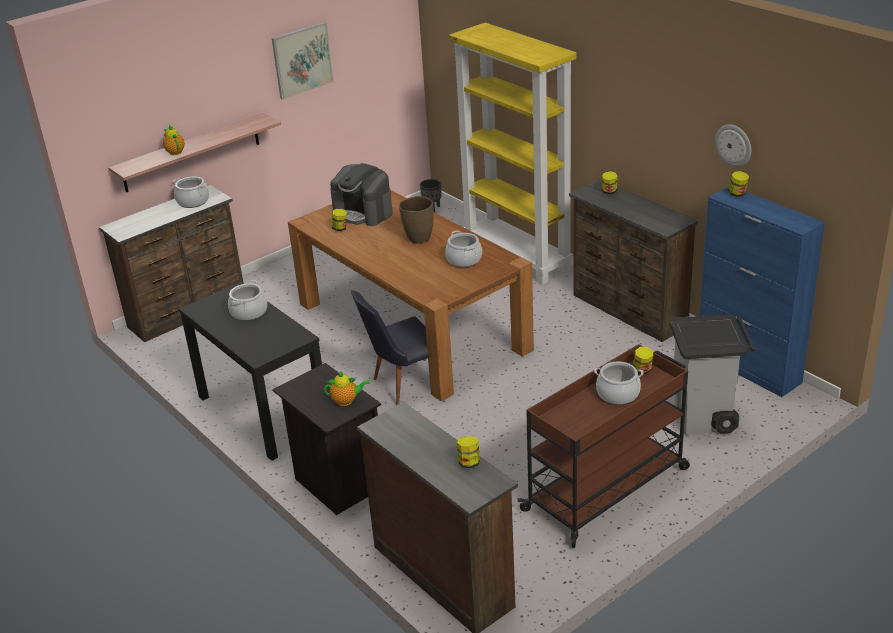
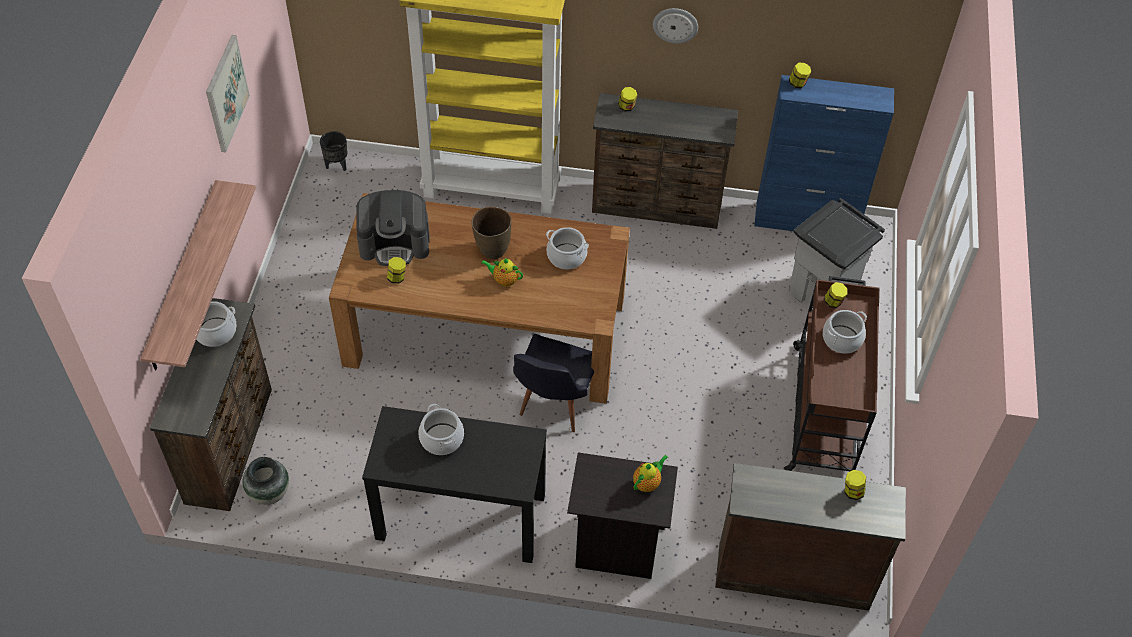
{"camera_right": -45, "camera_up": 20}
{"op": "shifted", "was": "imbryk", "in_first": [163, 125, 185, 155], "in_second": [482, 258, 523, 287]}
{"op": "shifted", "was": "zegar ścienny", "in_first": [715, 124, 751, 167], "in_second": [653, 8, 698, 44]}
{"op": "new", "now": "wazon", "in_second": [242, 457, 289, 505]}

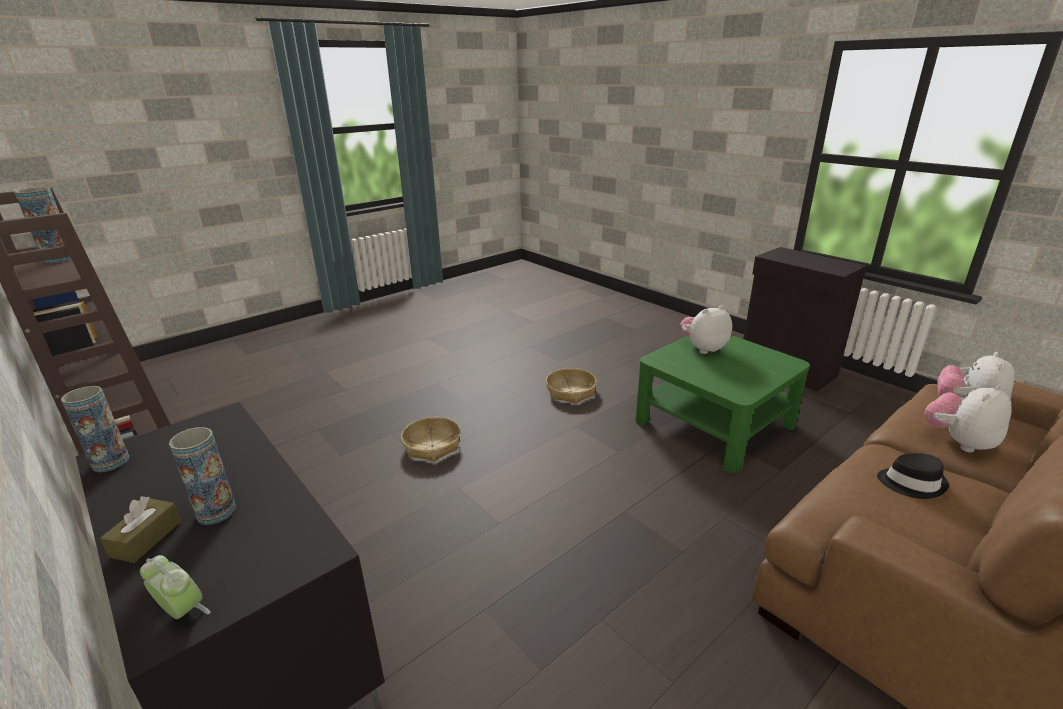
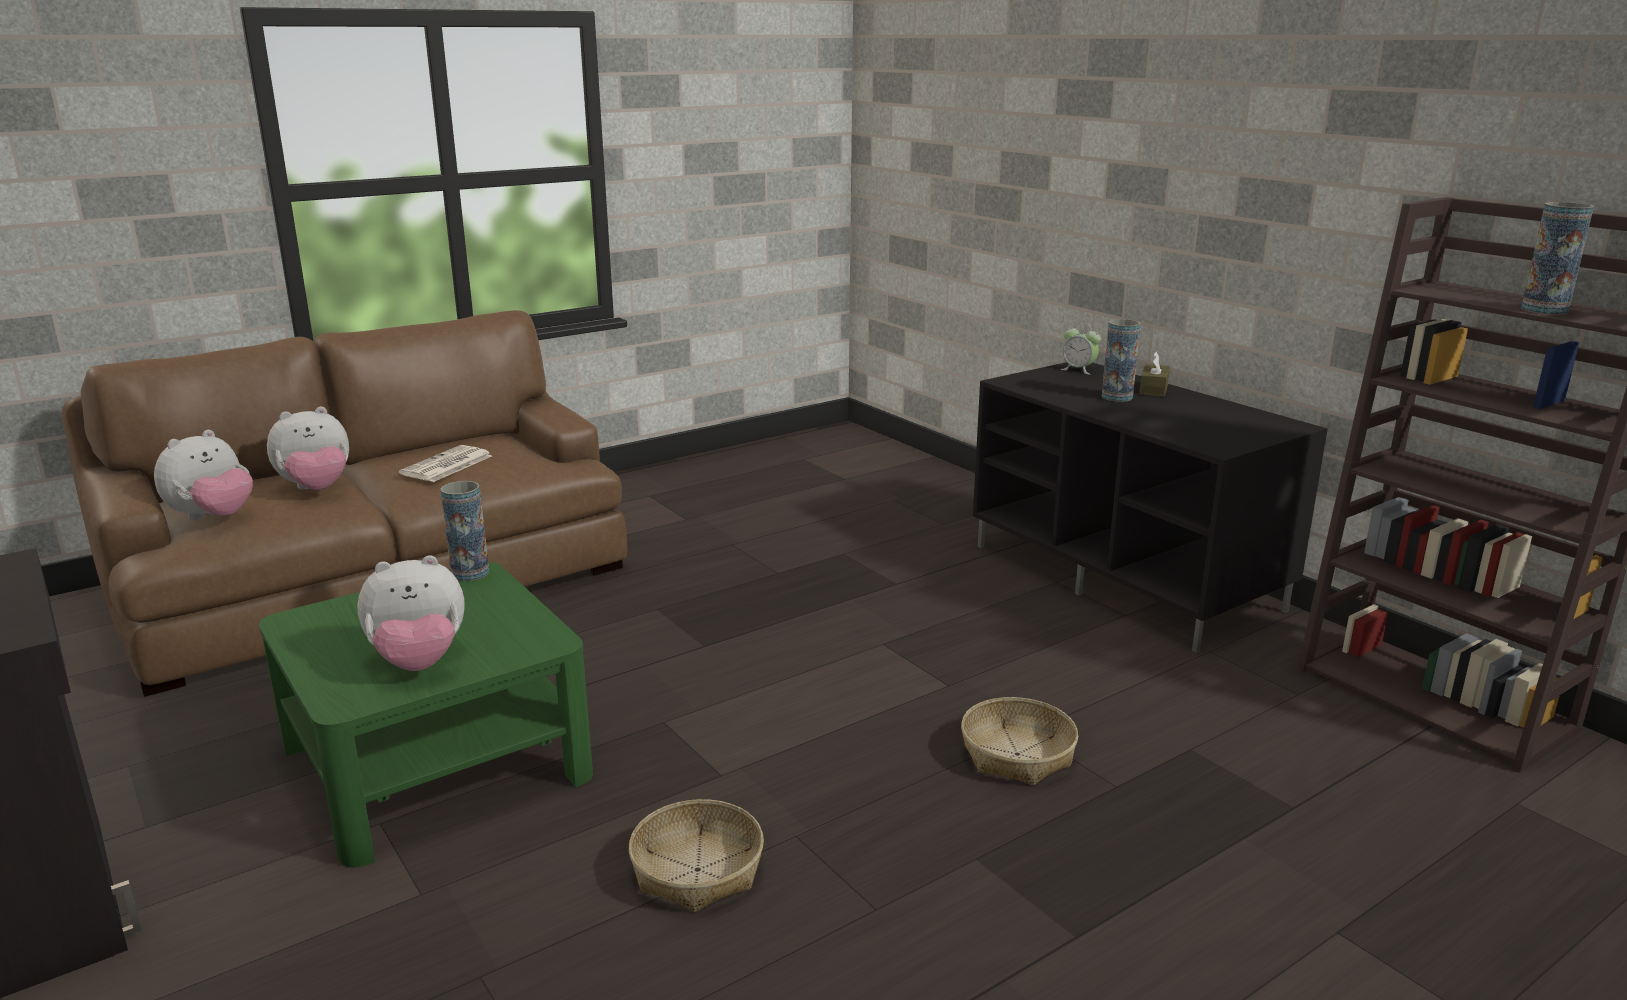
{"camera_right": -175, "camera_up": -5}
{"op": "shifted", "was": "wazon", "in_first": [61, 386, 129, 472], "in_second": [440, 481, 489, 581]}
{"op": "swapped", "was": "kapelusz [czarny]", "now": "gazeta", "in_first": [877, 453, 949, 499], "in_second": [399, 445, 492, 482]}

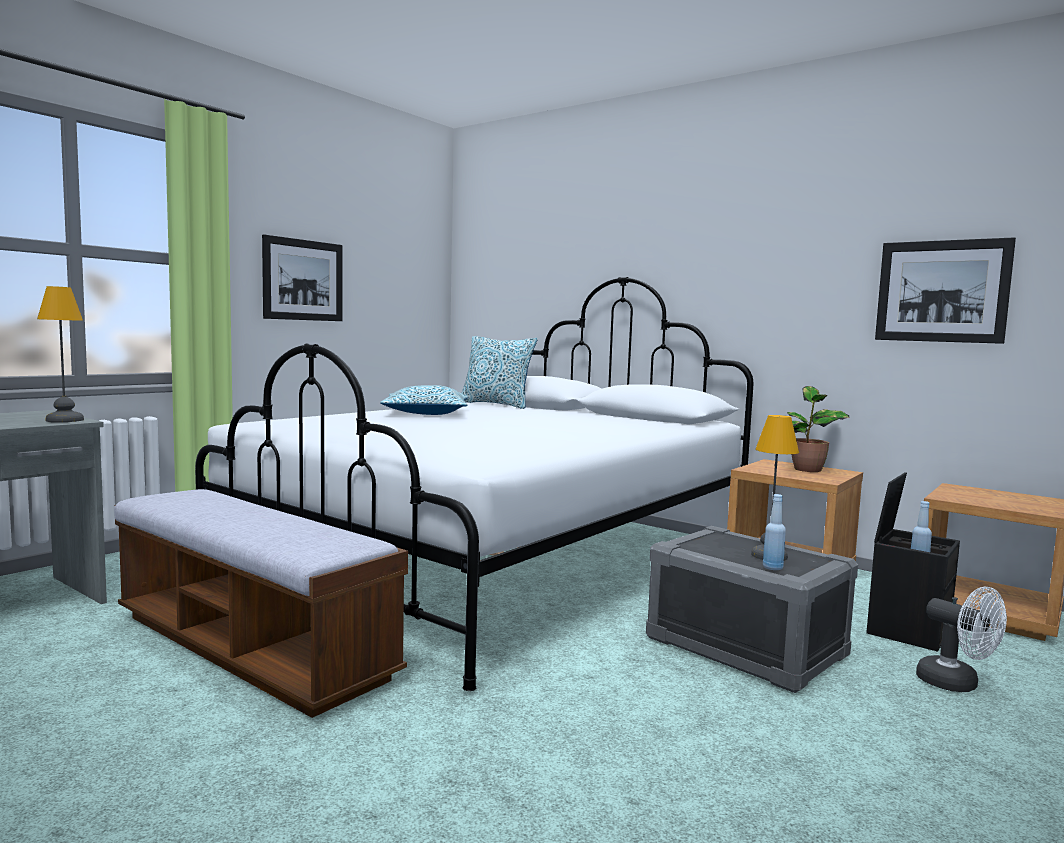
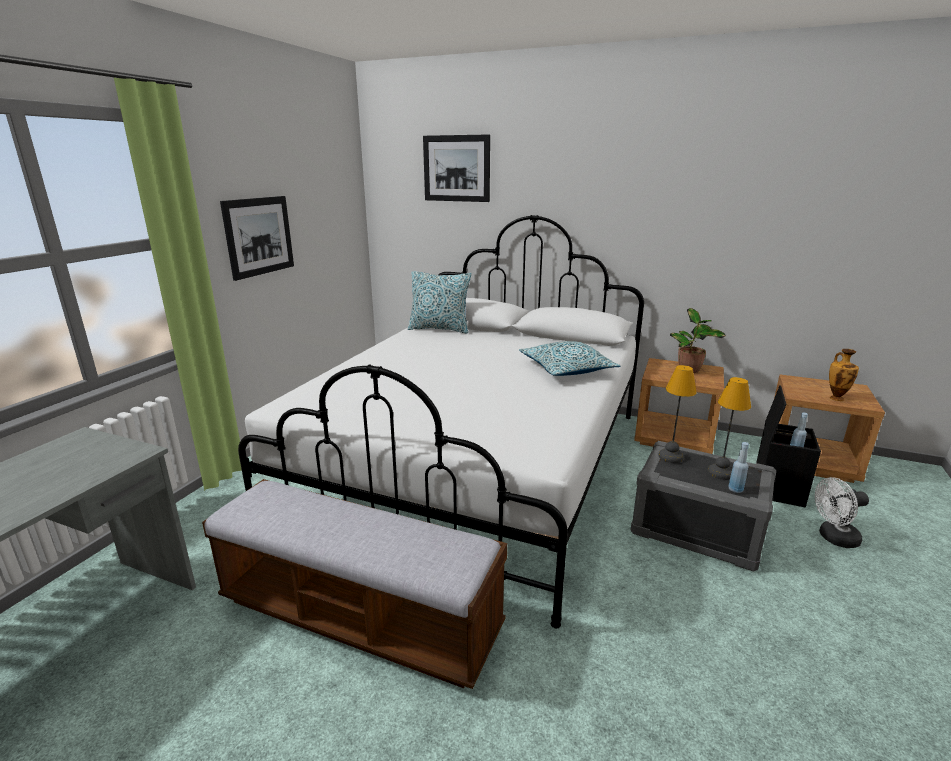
{"camera_right": -15, "camera_up": 15}
{"op": "shifted", "was": "lampa stołowa", "in_first": [37, 286, 84, 422], "in_second": [658, 365, 697, 463]}
{"op": "shifted", "was": "poduszka", "in_first": [380, 385, 468, 415], "in_second": [519, 341, 620, 376]}
{"op": "shifted", "was": "obraz", "in_first": [875, 237, 1016, 344], "in_second": [423, 134, 490, 202]}
{"op": "rotated", "was": "wentylator [biały]", "in_first": [916, 587, 1007, 692], "in_second": [815, 477, 869, 548], "clockwise": 135}
{"op": "new", "now": "wazon", "in_second": [829, 349, 859, 401]}

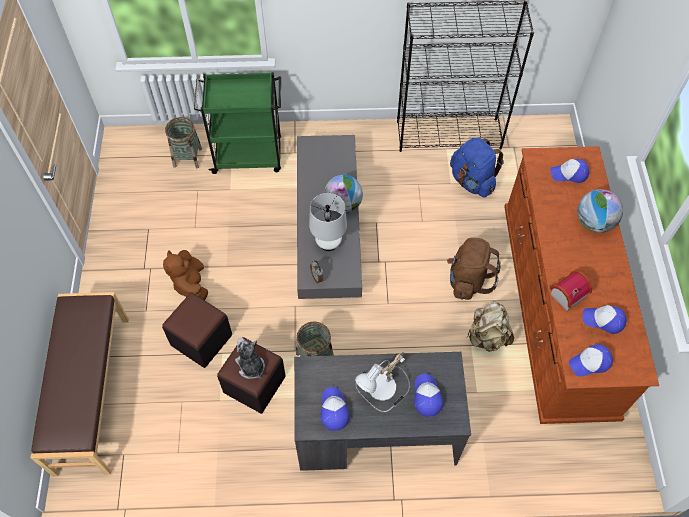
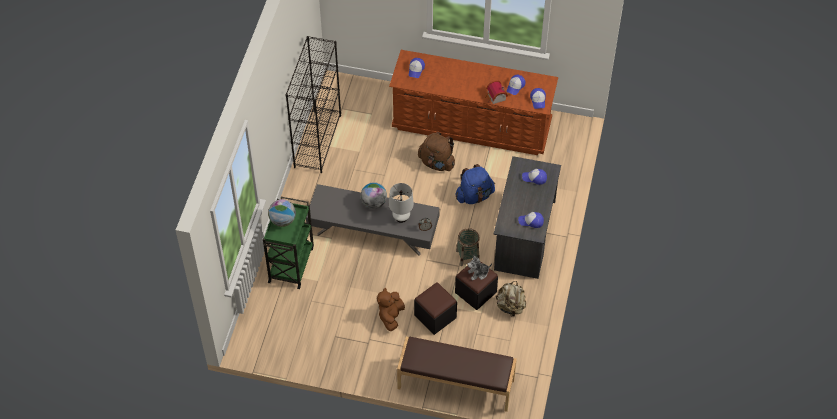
{"camera_right": -75, "camera_up": -5}
{"op": "rotated", "was": "pluszak [brązowy]", "in_first": [163, 250, 208, 300], "in_second": [377, 288, 405, 331], "clockwise": 105}
{"op": "gone", "was": "koszyk", "in_first": [165, 117, 202, 168]}
{"op": "gone", "was": "lampa stołowa", "in_first": [355, 352, 410, 412]}
{"op": "shifted", "was": "plecak [niebieski]", "in_first": [450, 138, 504, 198], "in_second": [455, 164, 495, 204]}
{"op": "shifted", "was": "plecak [beżowy]", "in_first": [467, 301, 514, 352], "in_second": [496, 281, 526, 316]}
{"op": "shifted", "was": "globus", "in_first": [577, 189, 623, 233], "in_second": [268, 199, 296, 227]}

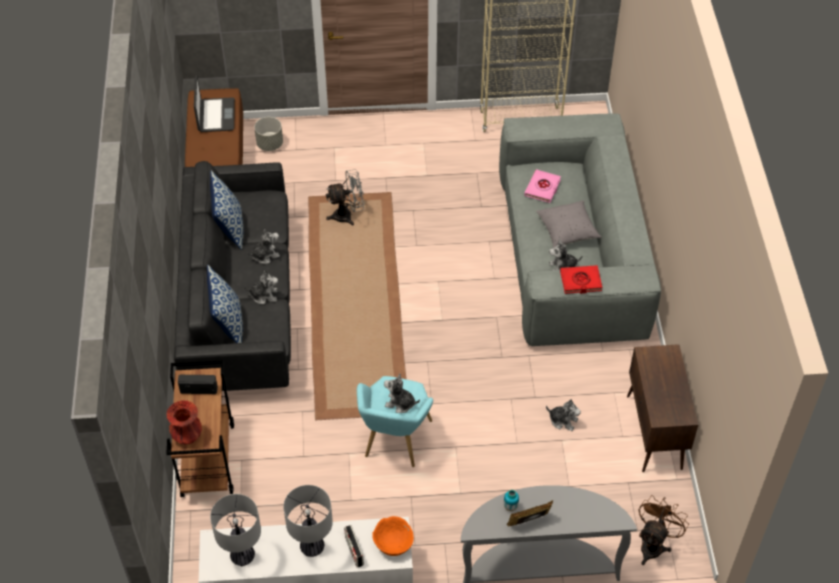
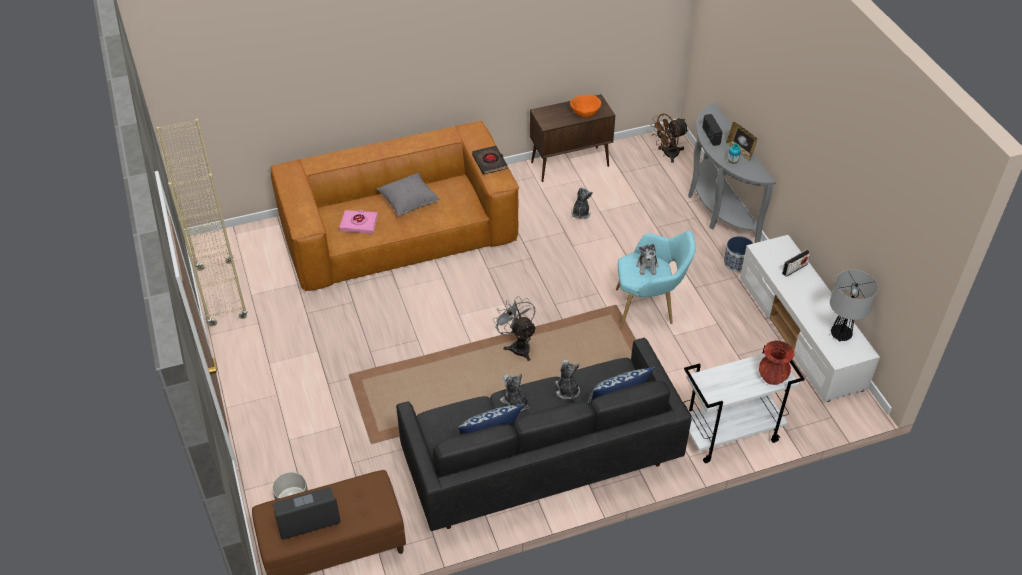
{"camera_right": -105, "camera_up": -5}
{"op": "repainted", "was": "wózek [brązowy]", "now": "wózek [biały]", "in_first": [166, 360, 234, 497], "in_second": [684, 345, 805, 463]}
{"op": "shifted", "was": "radio", "in_first": [178, 375, 218, 394], "in_second": [702, 114, 723, 146]}
{"op": "gone", "was": "lampa stołowa", "in_first": [283, 485, 333, 557]}
{"op": "shifted", "was": "wentylator [szary]", "in_first": [326, 169, 365, 226], "in_second": [493, 296, 537, 361]}
{"op": "shifted", "was": "miska [pomarańczowy]", "in_first": [372, 516, 414, 556], "in_second": [570, 95, 601, 117]}
{"op": "repainted", "was": "kanapa [szary]", "now": "kanapa [brązowy]", "in_first": [499, 113, 661, 346], "in_second": [271, 121, 519, 291]}
{"op": "gone", "was": "pluszak", "in_first": [549, 239, 582, 271]}
{"op": "repainted", "was": "książka [czerwony]", "now": "książka [czarny]", "in_first": [560, 265, 603, 294], "in_second": [472, 146, 507, 175]}
{"op": "rotated", "was": "wentylator [brązowy]", "in_first": [639, 495, 689, 565], "in_second": [650, 113, 689, 163], "clockwise": -45}
{"op": "new", "now": "donica", "in_second": [724, 236, 753, 272]}

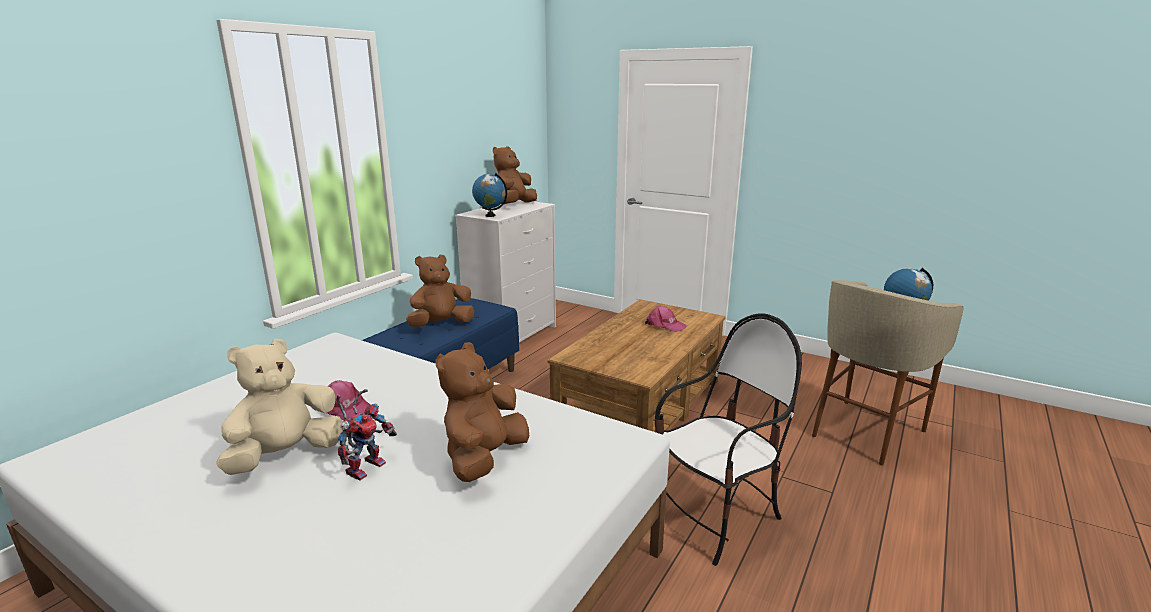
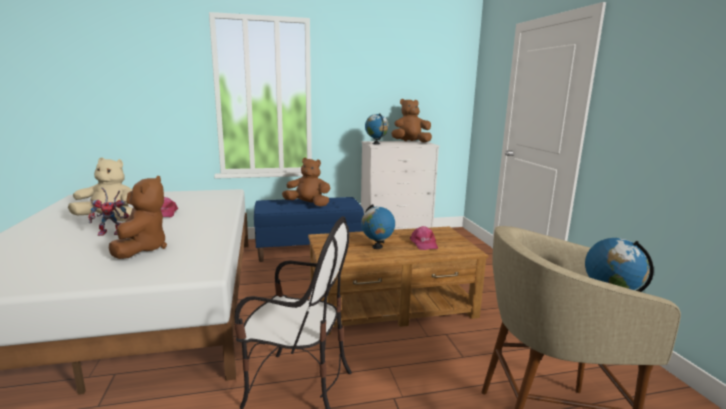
{"camera_right": 45, "camera_up": -5}
{"op": "rotated", "was": "pluszak [brązowy]", "in_first": [435, 342, 529, 482], "in_second": [109, 176, 167, 259], "clockwise": 105}
{"op": "new", "now": "globus", "in_second": [361, 204, 395, 249]}

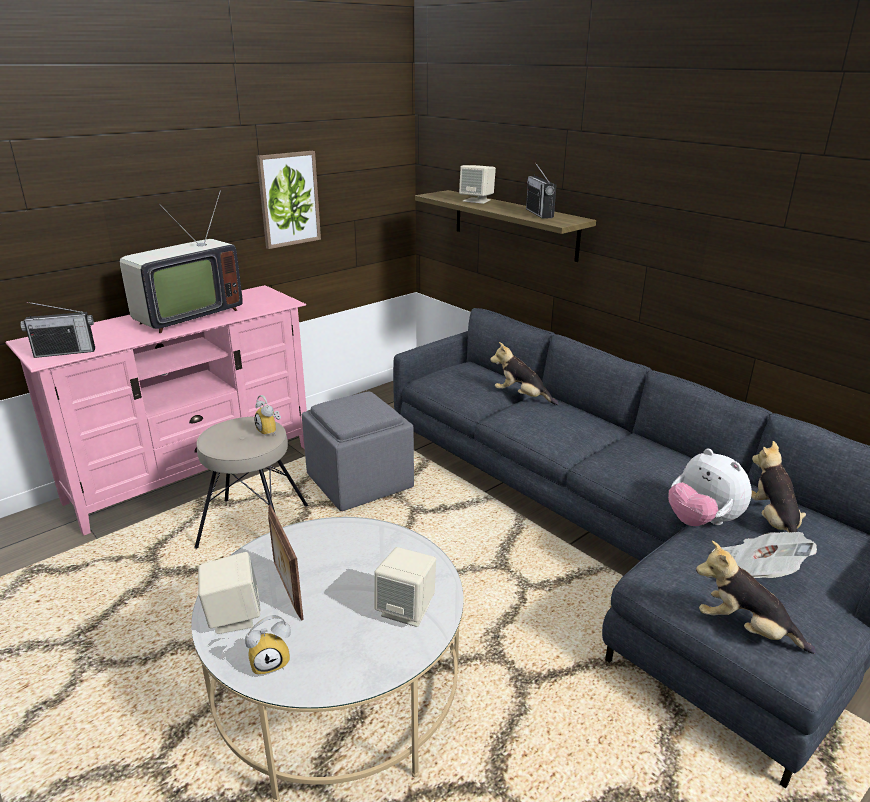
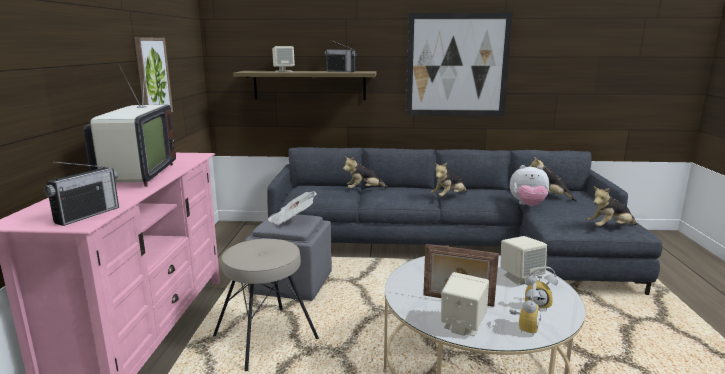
{"camera_right": -45, "camera_up": -10}
{"op": "shifted", "was": "budzik", "in_first": [255, 395, 281, 437], "in_second": [525, 266, 558, 310]}
{"op": "shifted", "was": "gazeta", "in_first": [712, 532, 817, 578], "in_second": [268, 191, 317, 225]}
{"op": "new", "now": "obraz", "in_second": [406, 13, 513, 116]}
{"op": "new", "now": "pluszak", "in_second": [431, 163, 467, 197]}

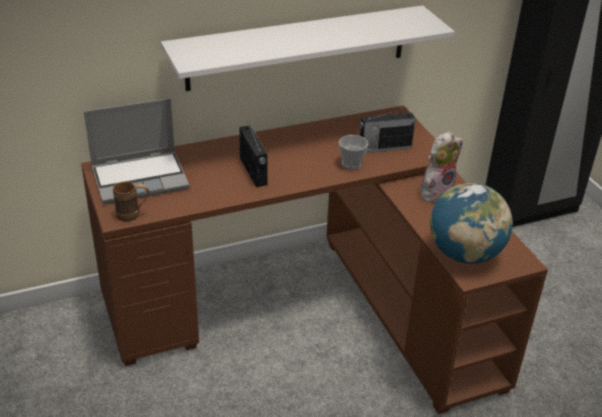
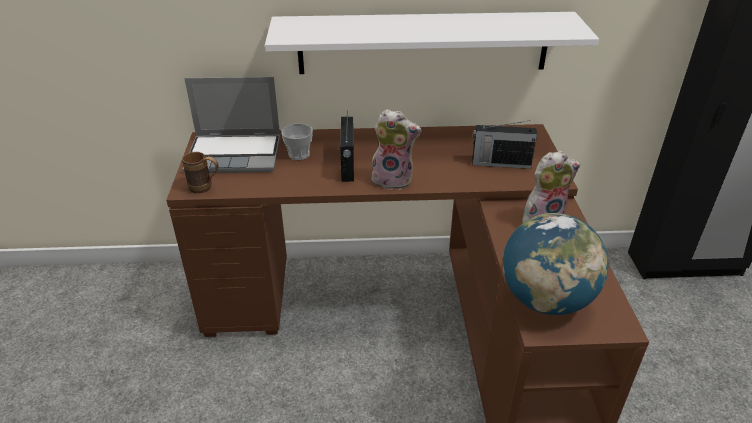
{"camera_right": 20, "camera_up": 0}
{"op": "shifted", "was": "filiżanka", "in_first": [339, 135, 368, 170], "in_second": [281, 123, 313, 160]}
{"op": "new", "now": "pluszak", "in_second": [370, 109, 422, 190]}

